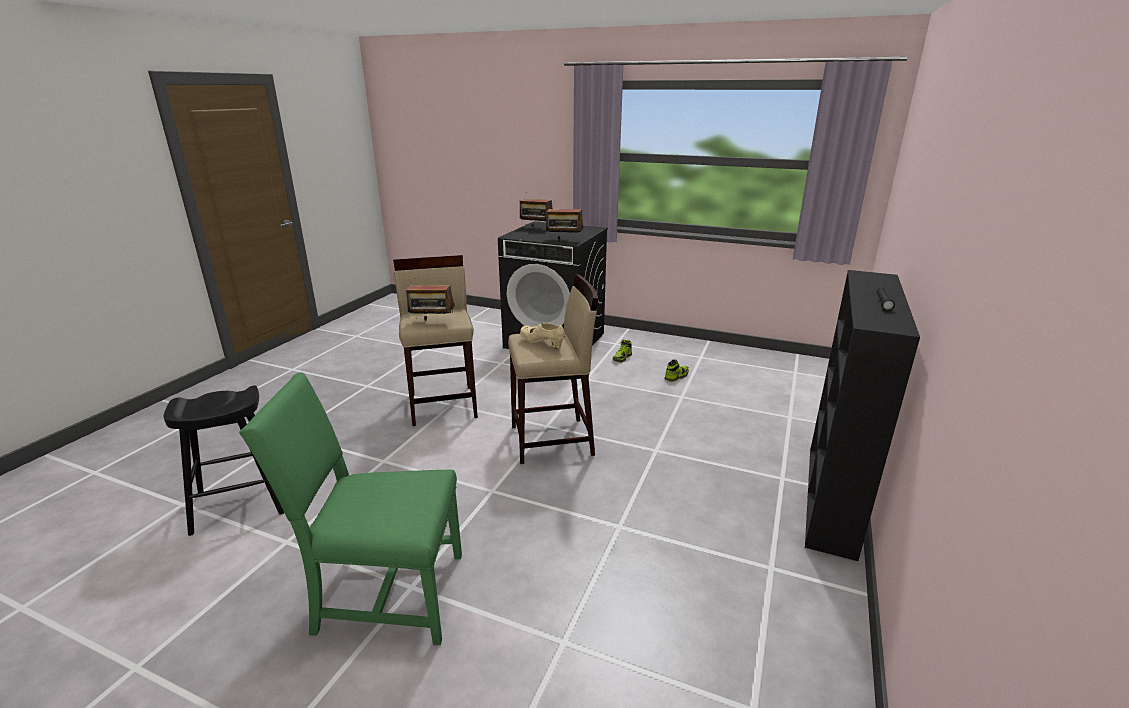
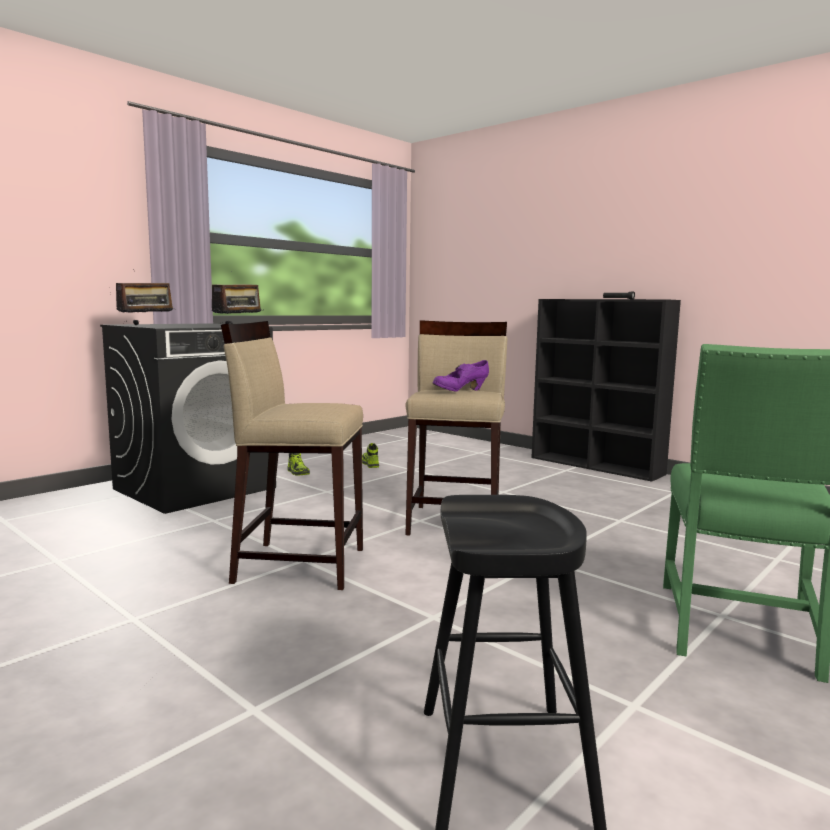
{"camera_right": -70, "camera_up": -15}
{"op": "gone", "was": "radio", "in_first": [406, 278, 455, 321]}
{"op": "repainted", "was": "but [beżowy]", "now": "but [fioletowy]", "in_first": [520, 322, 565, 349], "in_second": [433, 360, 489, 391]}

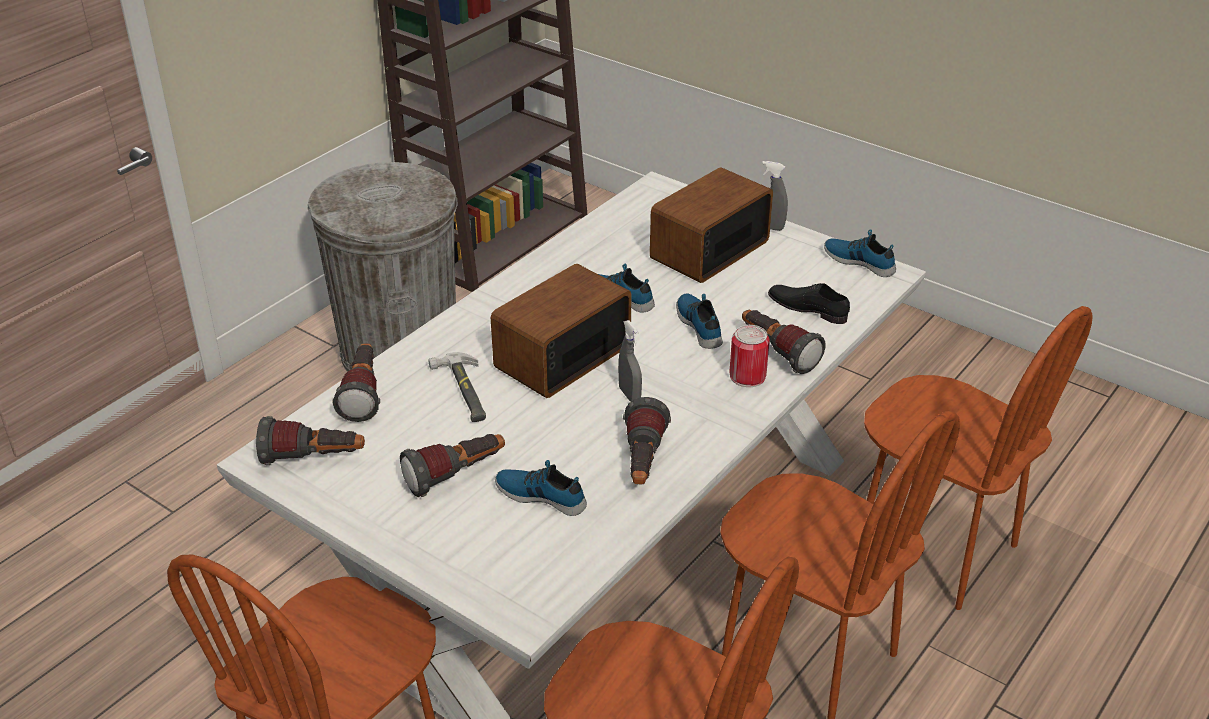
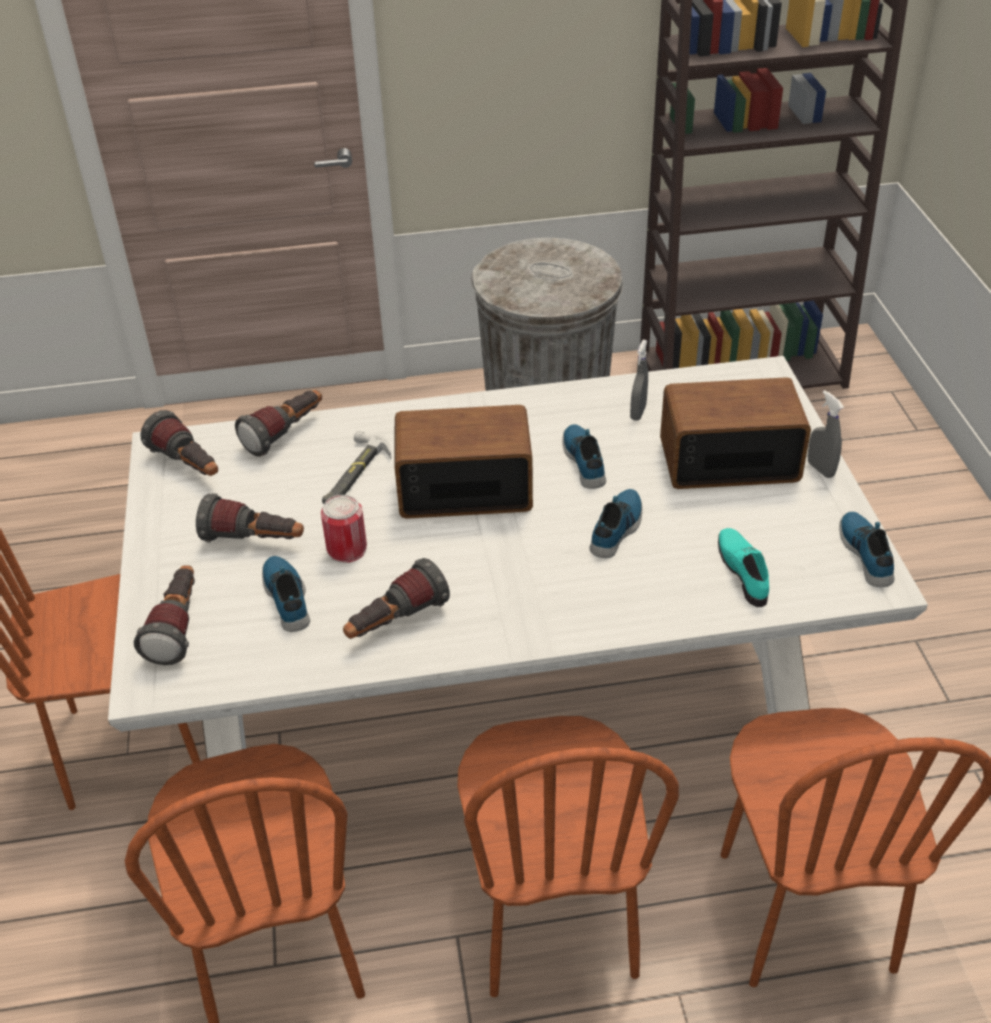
{"camera_right": 45, "camera_up": 5}
{"op": "shifted", "was": "spryskiwacz [szary]", "in_first": [618, 320, 642, 402], "in_second": [630, 340, 648, 421]}
{"op": "shifted", "was": "puszka", "in_first": [729, 325, 770, 387], "in_second": [321, 495, 367, 563]}
{"op": "shifted", "was": "latarka", "in_first": [742, 310, 825, 374], "in_second": [134, 565, 195, 665]}
{"op": "repainted", "was": "but [czarny]", "now": "but [turkusowy]", "in_first": [768, 283, 850, 324], "in_second": [718, 528, 769, 607]}

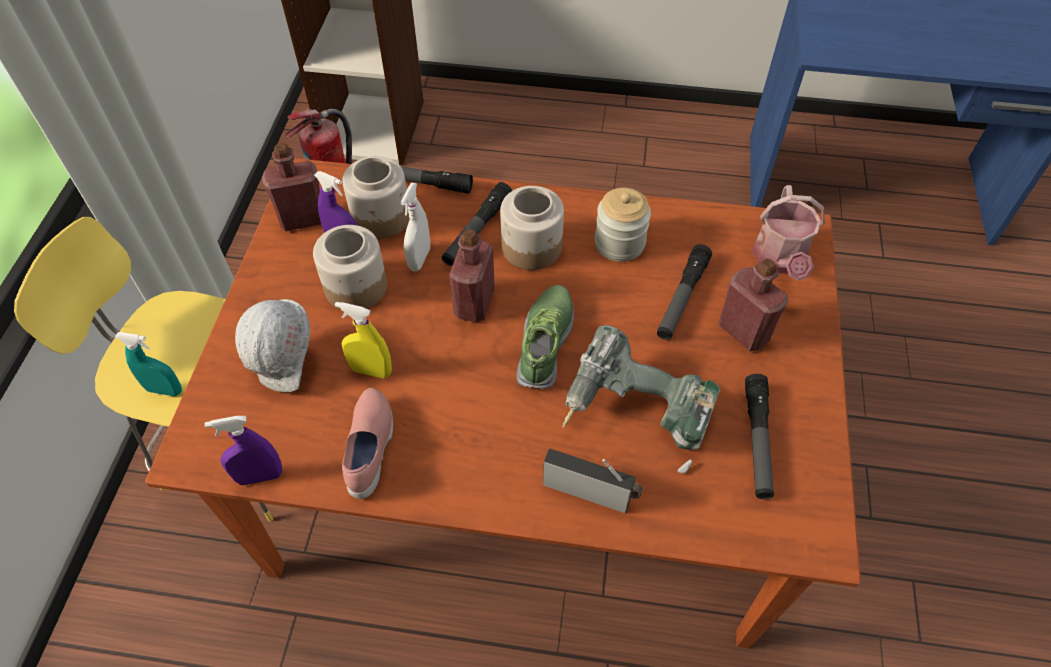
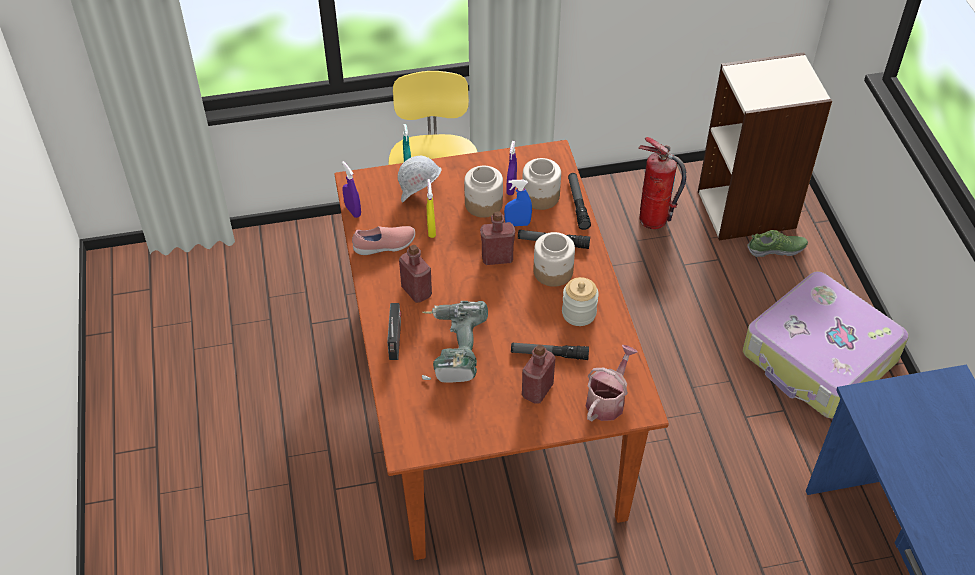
{"camera_right": 70, "camera_up": -5}
{"op": "shifted", "was": "butelka [czerwony]", "in_first": [262, 143, 321, 231], "in_second": [399, 245, 432, 303]}
{"op": "repainted", "was": "spryskiwacz [biały]", "now": "spryskiwacz [niebieski]", "in_first": [401, 183, 430, 271], "in_second": [504, 180, 532, 226]}
{"op": "shifted", "was": "but", "in_first": [517, 285, 574, 389], "in_second": [747, 230, 808, 257]}
{"op": "gone", "was": "latarka", "in_first": [745, 374, 774, 499]}
{"op": "rotated", "was": "konewka", "in_first": [752, 185, 825, 281], "in_second": [586, 345, 637, 421], "clockwise": 135}
{"op": "new", "now": "walizka", "in_second": [743, 271, 909, 419]}

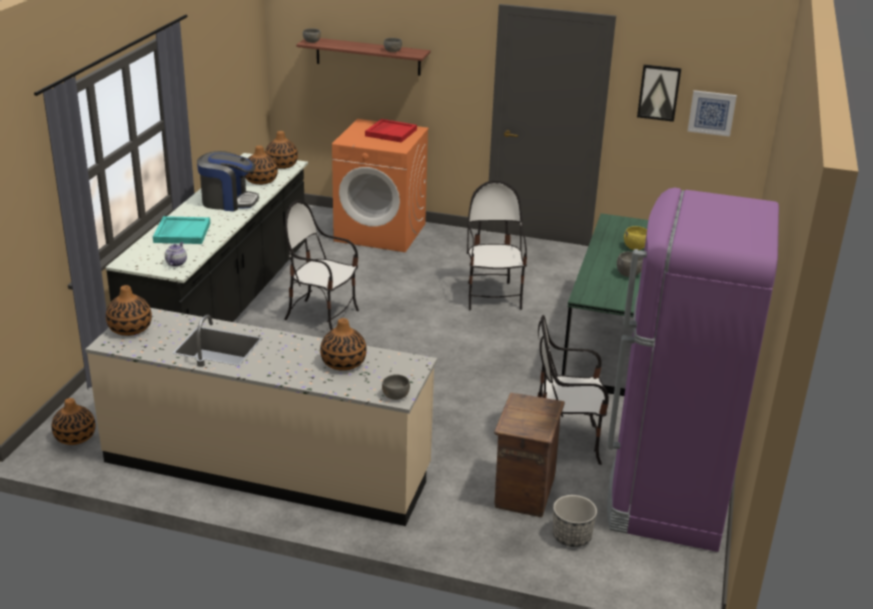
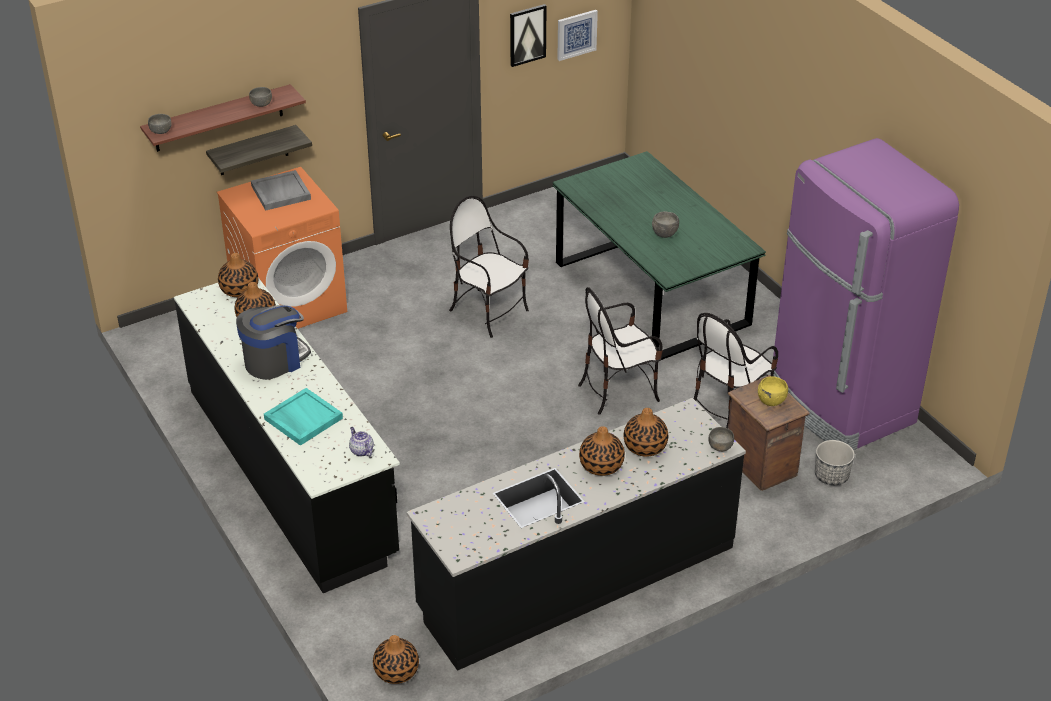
{"camera_right": -45, "camera_up": 10}
{"op": "repainted", "was": "zabudowa kuchenna [beżowy]", "now": "zabudowa kuchenna [czarny]", "in_first": [85, 308, 437, 526], "in_second": [406, 398, 746, 671]}
{"op": "shifted", "was": "wazon", "in_first": [106, 285, 152, 336], "in_second": [579, 426, 625, 476]}
{"op": "shifted", "was": "krzesło", "in_first": [284, 200, 359, 330], "in_second": [578, 287, 663, 415]}
{"op": "repainted", "was": "taca [czerwony]", "now": "taca [szary]", "in_first": [365, 119, 417, 143], "in_second": [251, 170, 311, 211]}
{"op": "shifted", "was": "miska [żółty]", "in_first": [624, 226, 647, 250], "in_second": [758, 376, 788, 406]}
{"op": "new", "now": "półka", "in_second": [206, 125, 312, 175]}

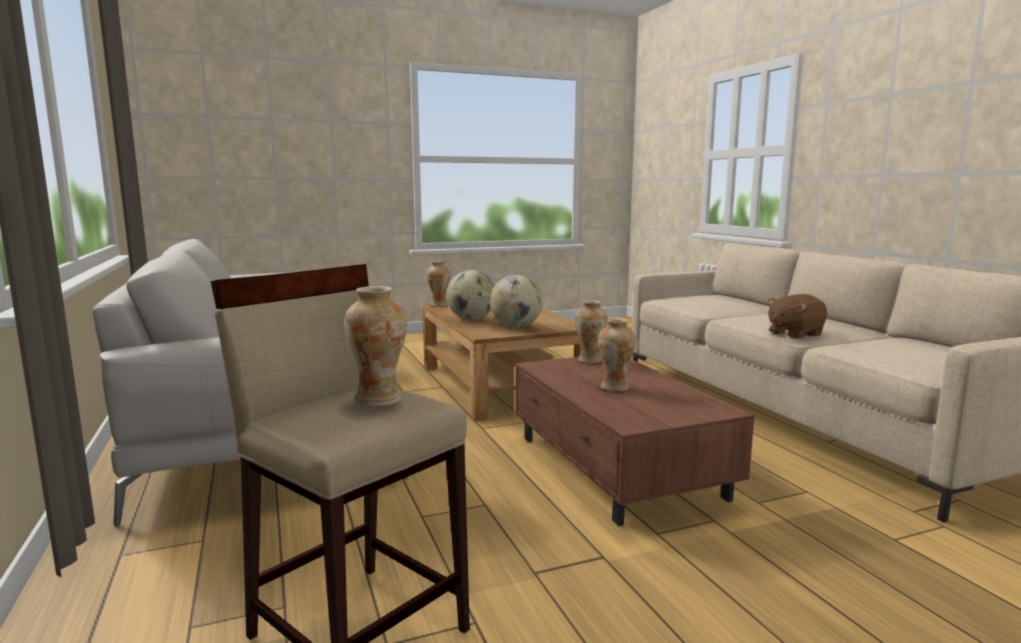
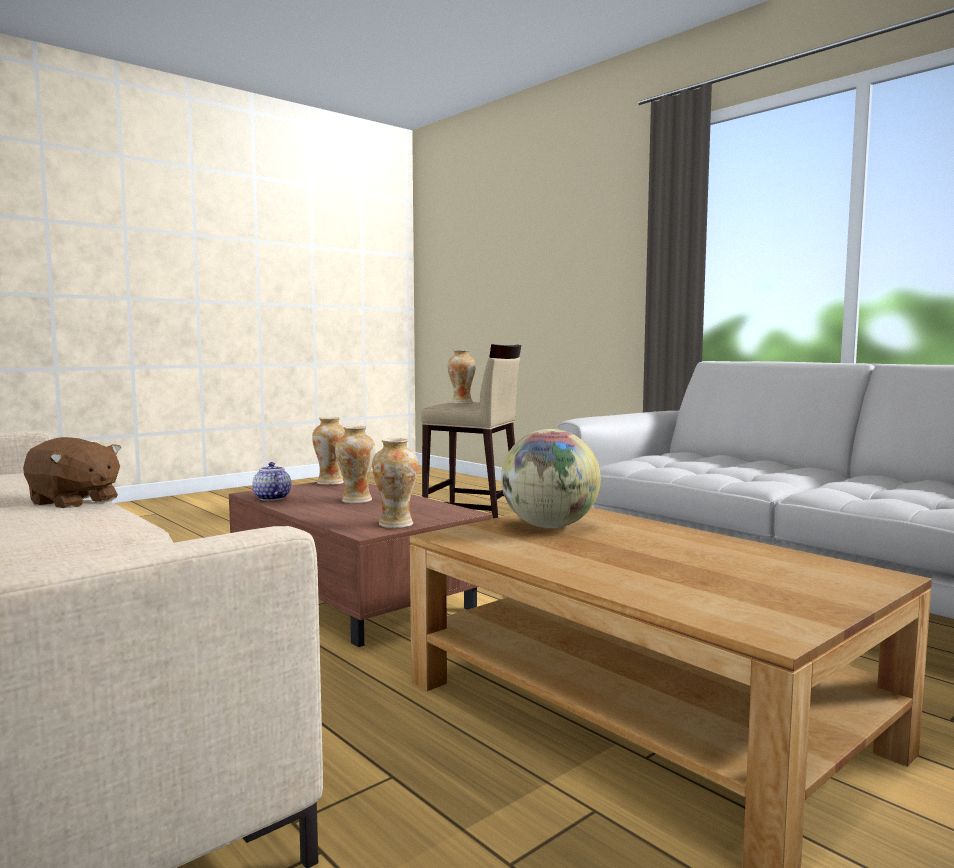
{"camera_right": 160, "camera_up": -5}
{"op": "shifted", "was": "wazon", "in_first": [426, 261, 450, 307], "in_second": [312, 417, 345, 485]}
{"op": "gone", "was": "globus", "in_first": [447, 270, 495, 320]}
{"op": "rotated", "was": "pluszak [brązowy]", "in_first": [768, 294, 828, 339], "in_second": [23, 437, 121, 508], "clockwise": 75}
{"op": "new", "now": "imbryk", "in_second": [252, 462, 291, 501]}

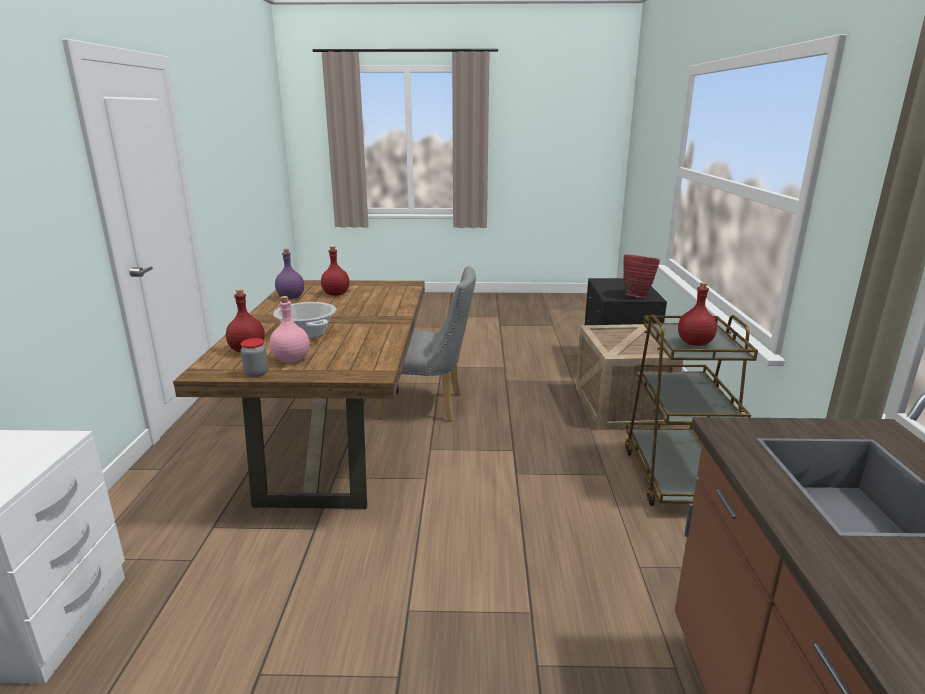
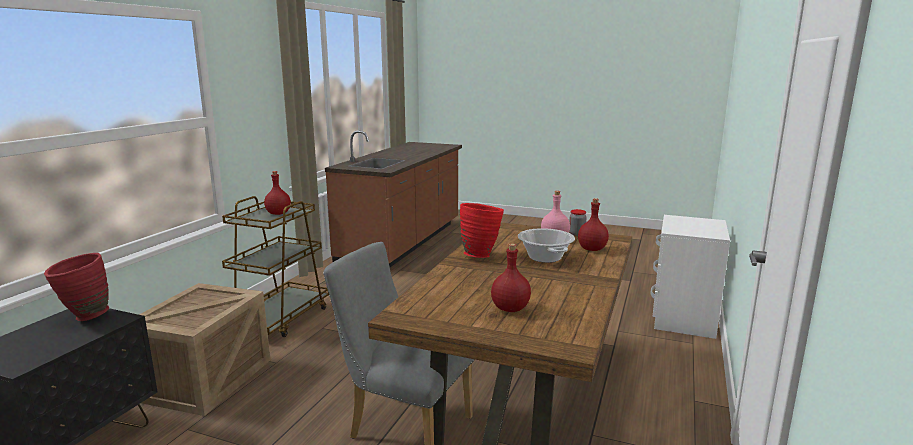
{"camera_right": -160, "camera_up": -5}
{"op": "gone", "was": "butelka [fioletowy]", "in_first": [275, 249, 304, 299]}
{"op": "new", "now": "wazon [czerwony]", "in_second": [460, 203, 504, 258]}

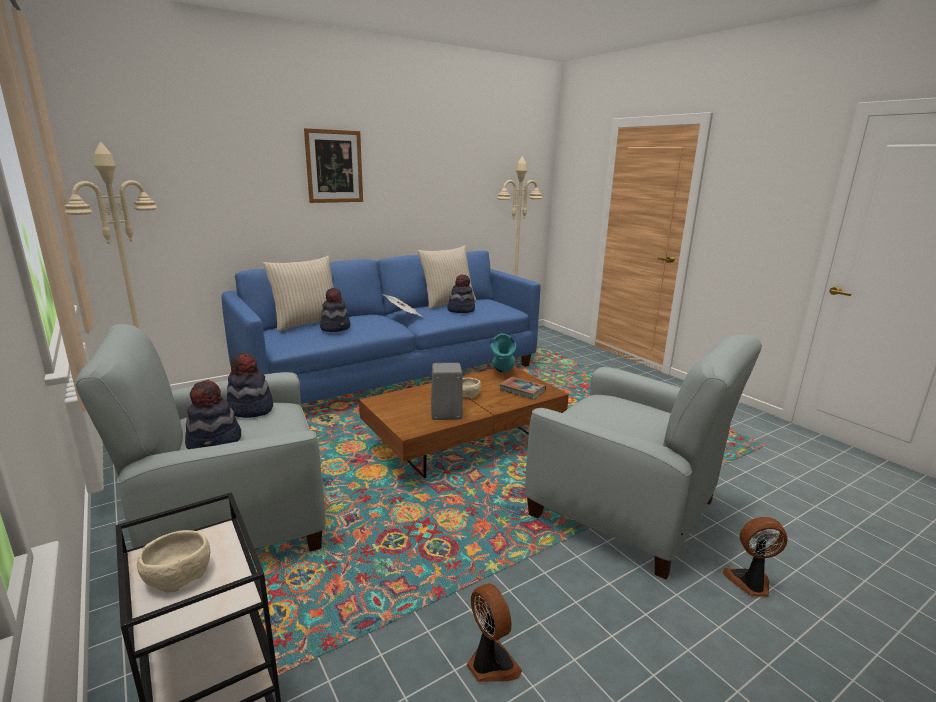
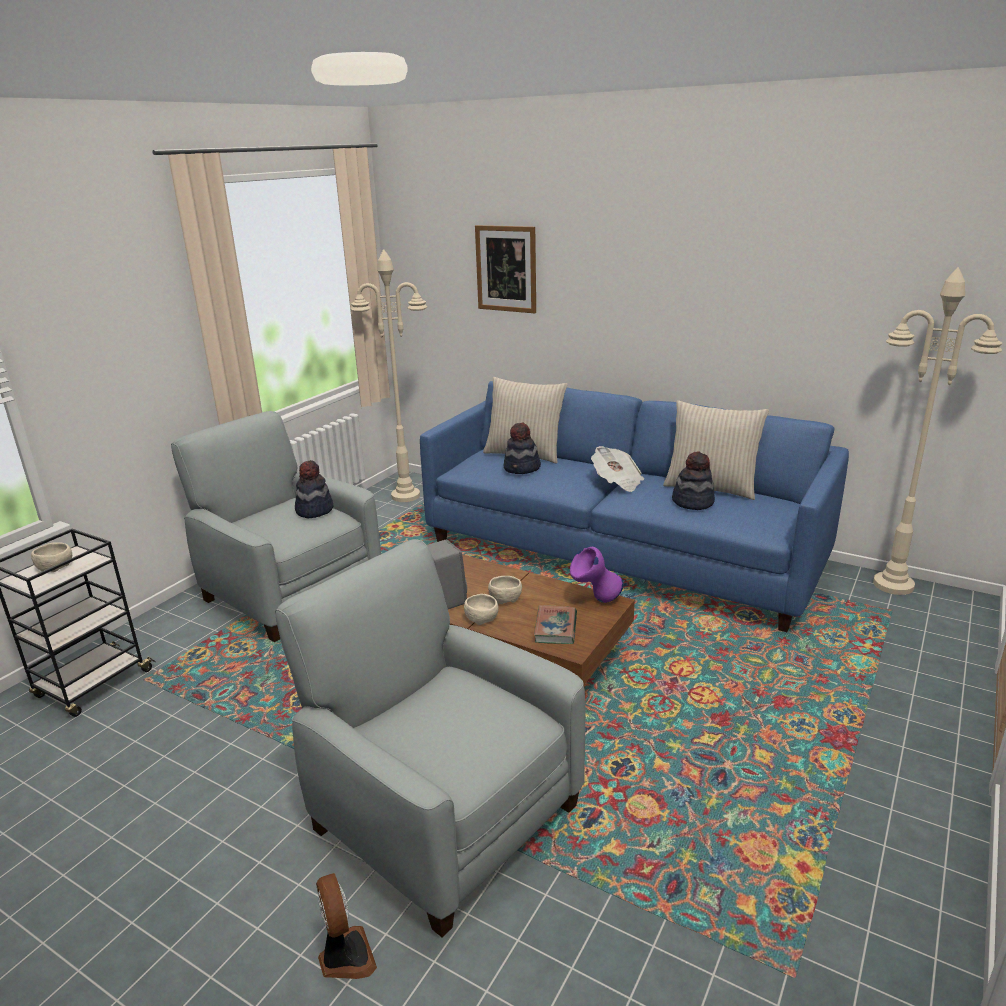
{"camera_right": 65, "camera_up": 5}
{"op": "gone", "was": "kapelusz", "in_first": [185, 380, 241, 449]}
{"op": "shifted", "was": "obraz", "in_first": [304, 128, 363, 203], "in_second": [475, 225, 536, 313]}
{"op": "gone", "was": "wentylator", "in_first": [467, 583, 522, 682]}
{"op": "repainted", "was": "wazon [turkusowy]", "now": "wazon [fioletowy]", "in_first": [489, 334, 516, 372], "in_second": [570, 547, 623, 603]}
{"op": "rotated", "was": "fotel [szary]", "in_first": [524, 334, 762, 580], "in_second": [275, 539, 585, 938], "clockwise": 120}
{"op": "new", "now": "miska [beżowy]", "in_second": [464, 594, 499, 625]}

